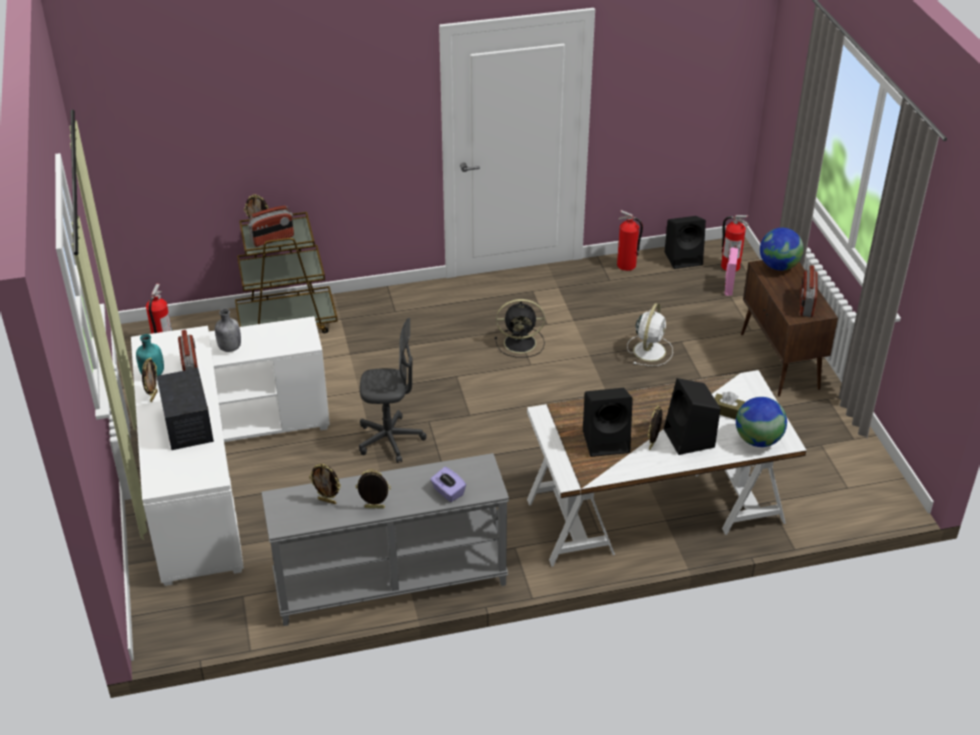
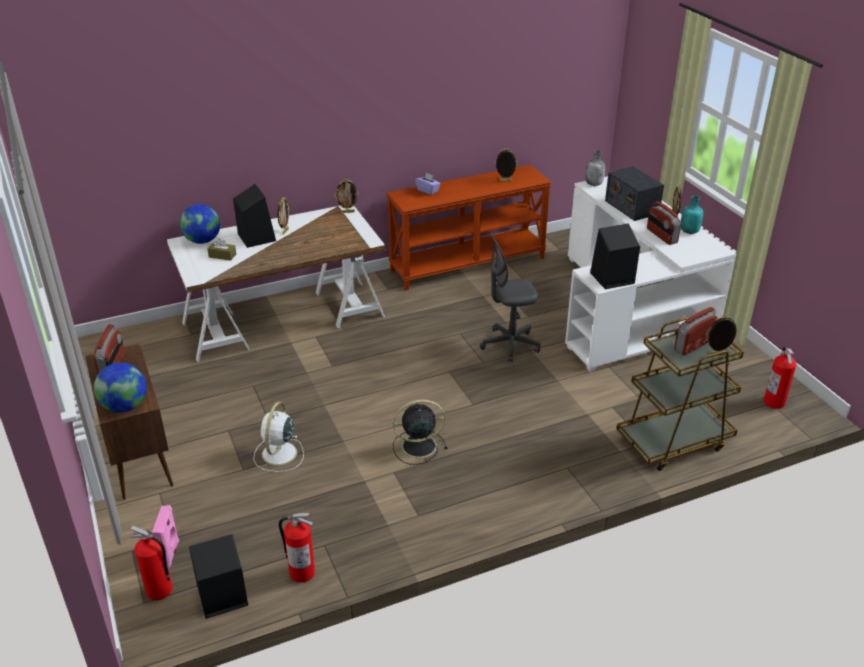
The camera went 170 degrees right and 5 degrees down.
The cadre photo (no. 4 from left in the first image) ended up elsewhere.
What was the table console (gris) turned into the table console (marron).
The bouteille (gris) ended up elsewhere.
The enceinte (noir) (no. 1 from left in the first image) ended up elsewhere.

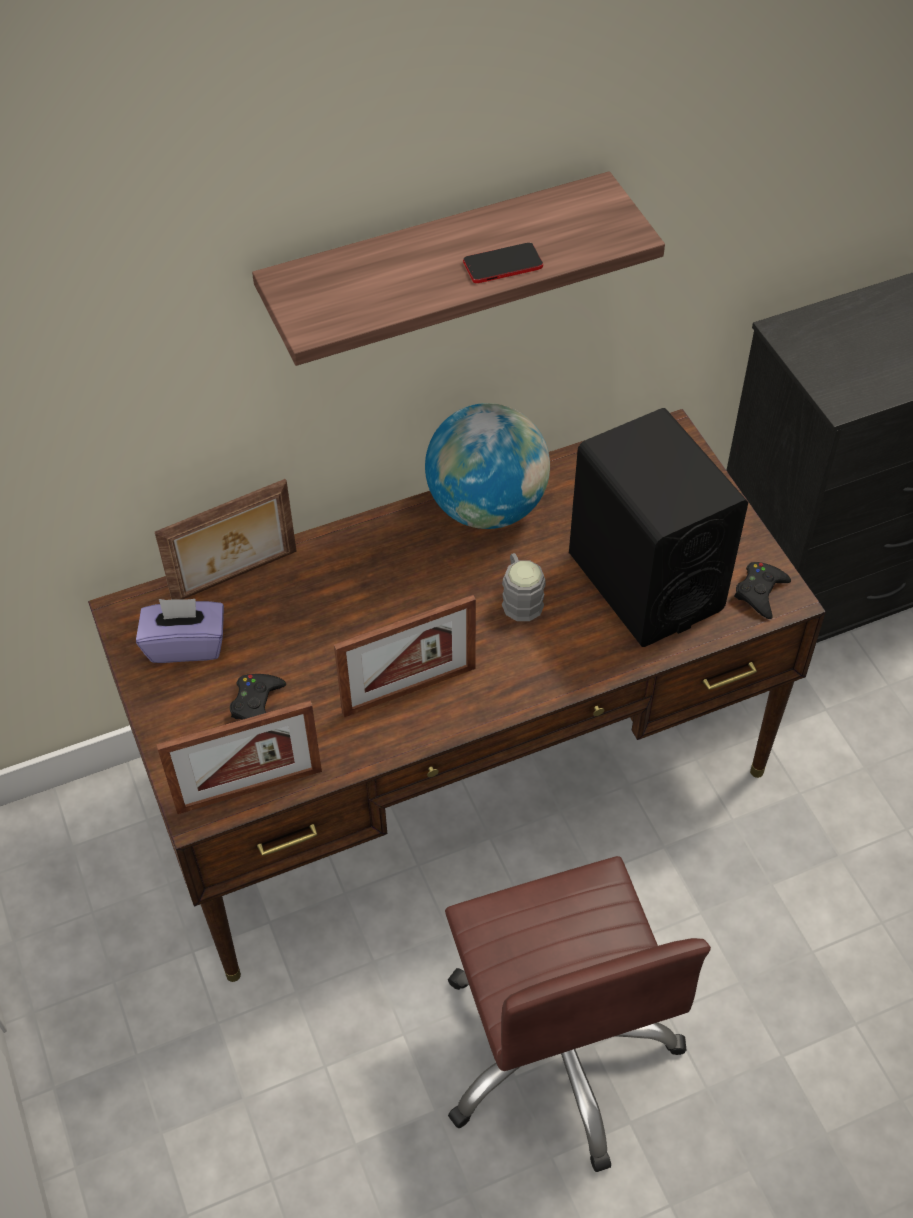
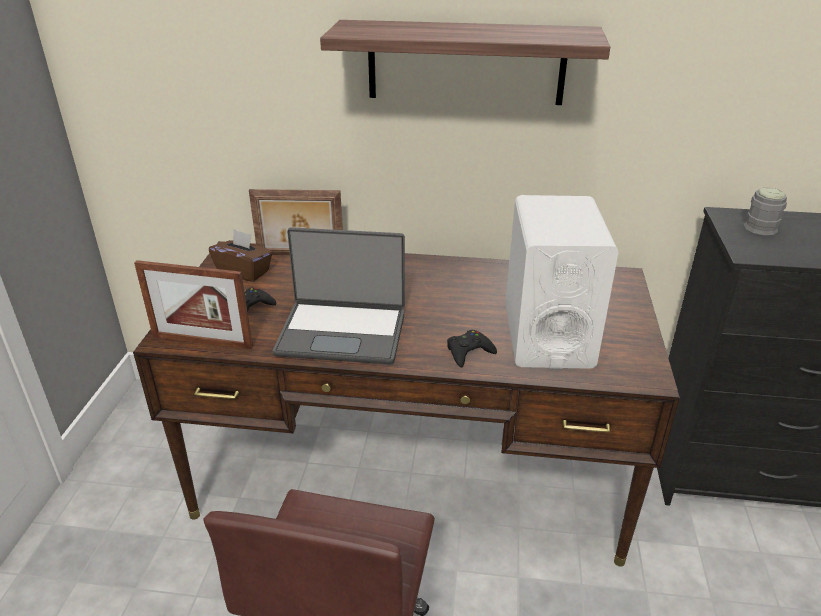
The camera went 30 degrees right and 20 degrees down.
What was the boîte à mouchoirs (violet) turned into the boîte à mouchoirs (marron).
Where the cadre photo (no. 3 from left) stood, the ordinateur portable came to stand.
The manette (noir) (no. 2 from left) ended up elsewhere.
What was the enceinte (noir) turned into the enceinte (blanc).
The mug (gris) ended up elsewhere.
The second view lost the globe.
The second view lost the téléphone.

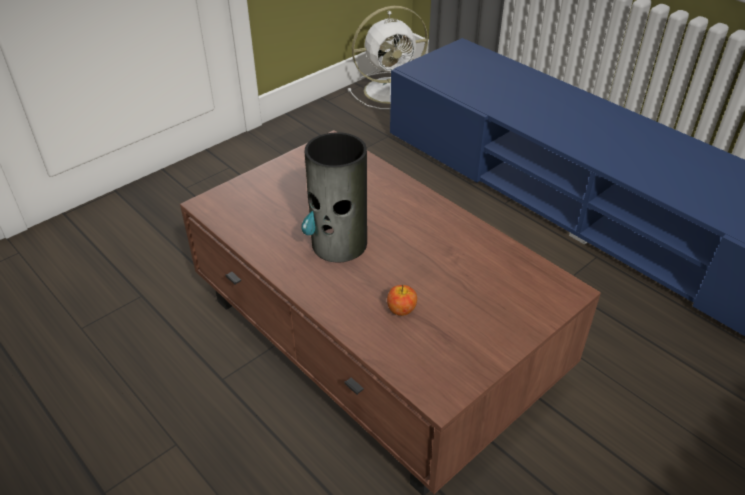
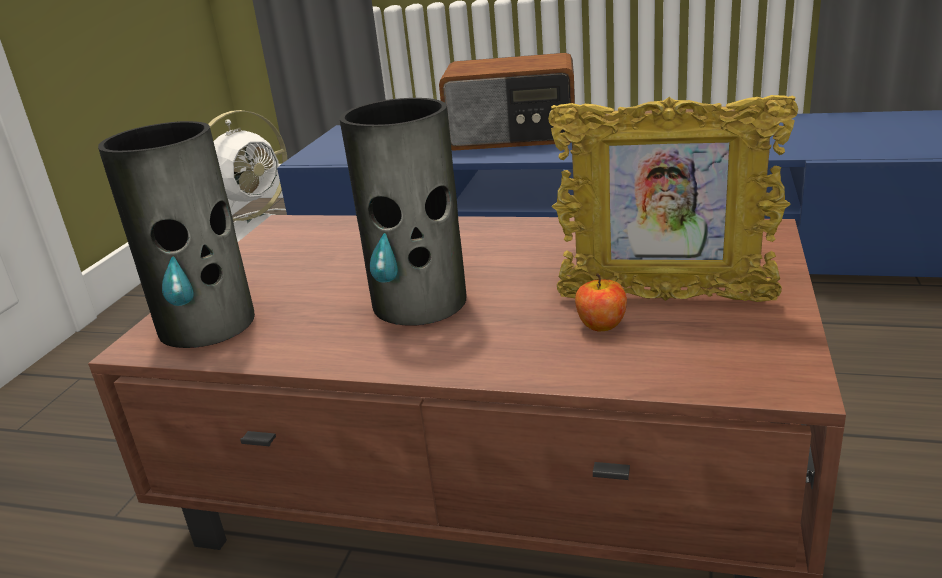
The camera went 30 degrees left and 15 degrees down.
The second view gained the vase (no. 1 from left).
The second view gained the radio.
The second view gained the cadre photo.

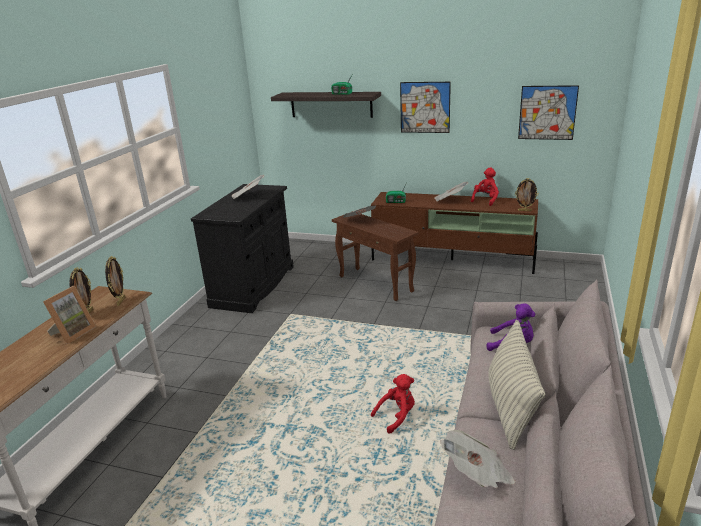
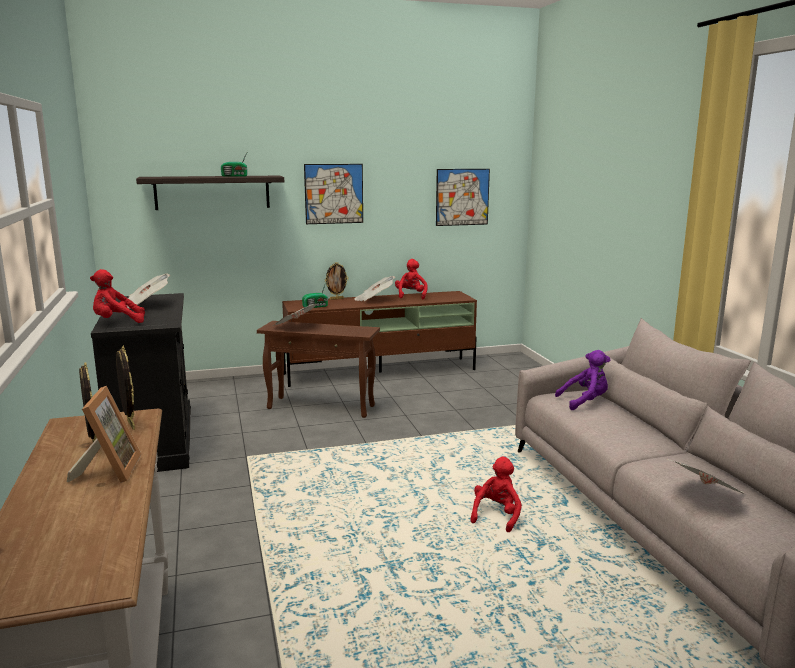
The camera went 35 degrees left and 10 degrees down.
The second view gained the peluche (rouge) (no. 1 from left).
The cadre photo (no. 4 from left) ended up elsewhere.
The second view lost the coussin.

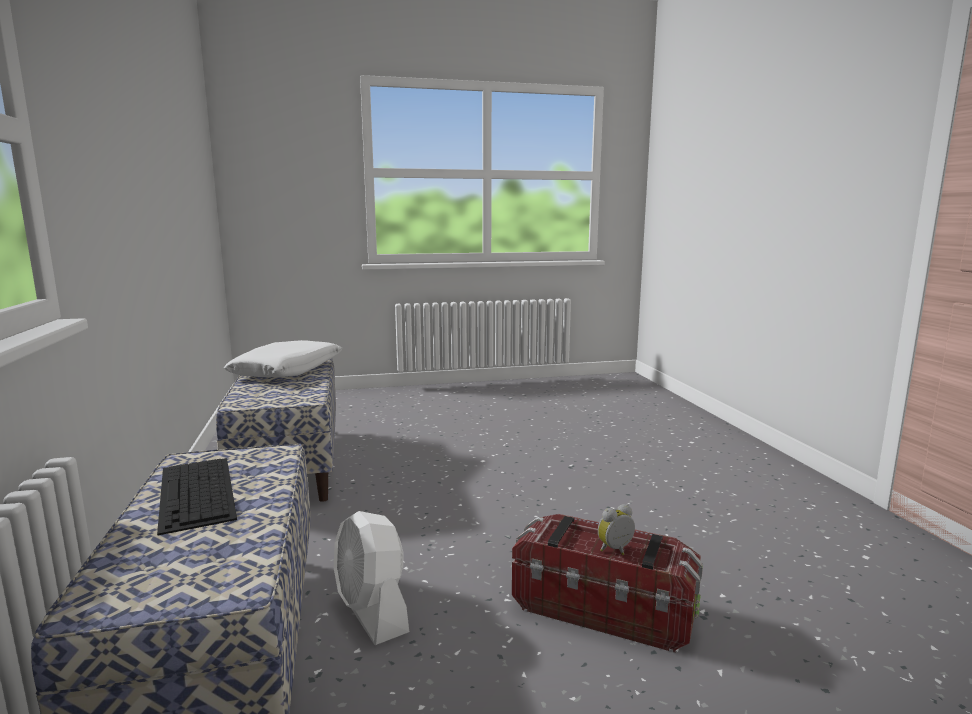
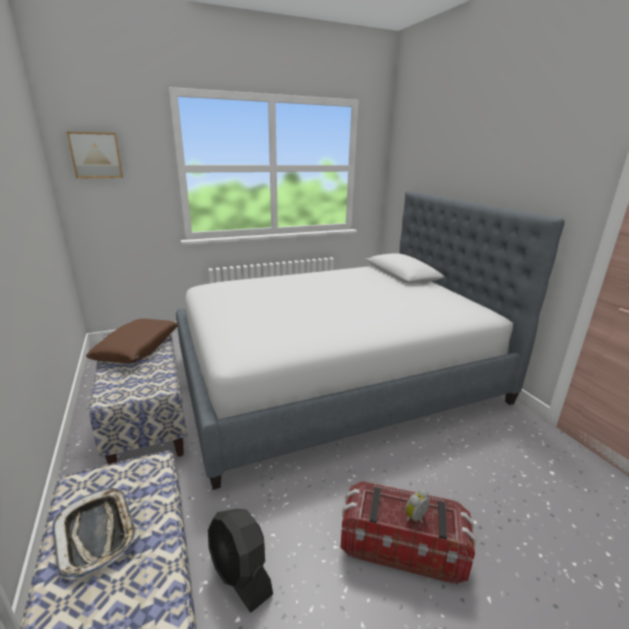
The camera went 10 degrees left and 10 degrees up.
Where the clavier stood, the plateau came to stand.
The second view gained the tableau.
What was the coussin (blanc) turned into the coussin (marron).
The second view gained the lit.
What was the ventilateur (blanc) turned into the ventilateur (noir).

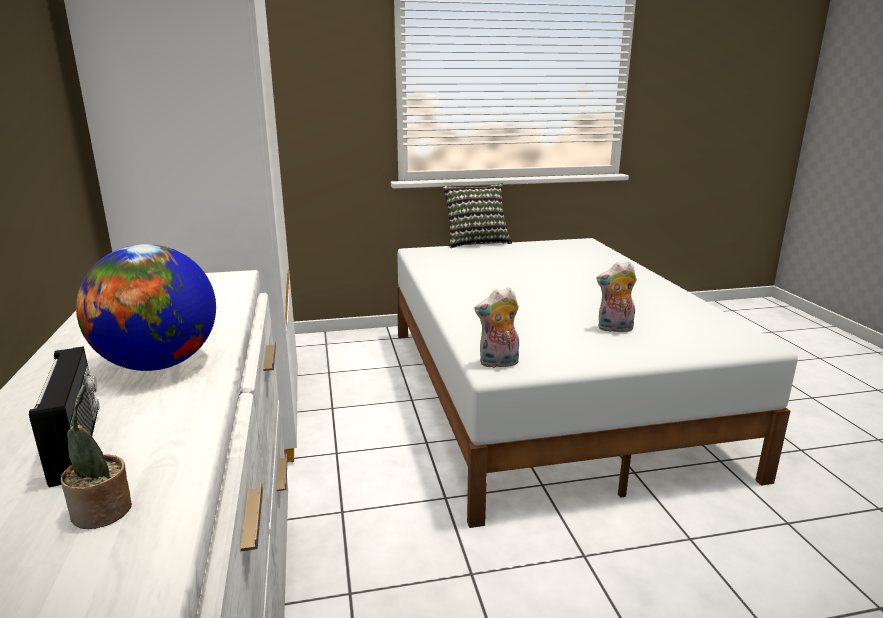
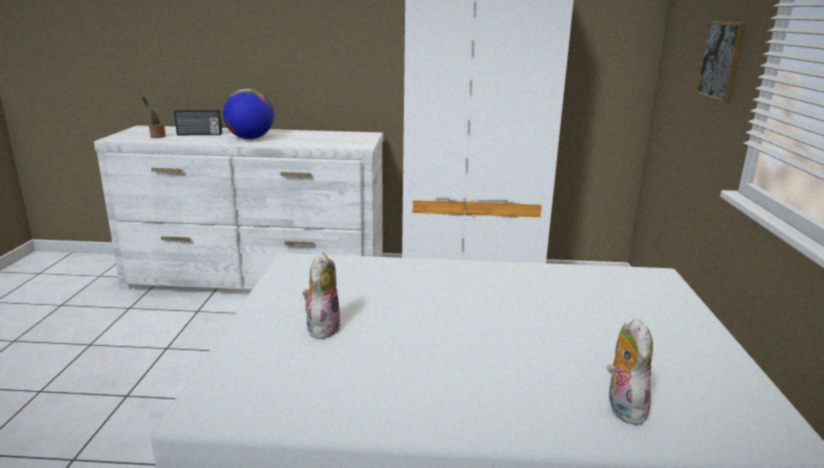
The camera went 105 degrees right and 0 degrees up.
The peluche (no. 1 from left in the first image) ended up elsewhere.
The second view gained the tableau.
The second view lost the coussin.

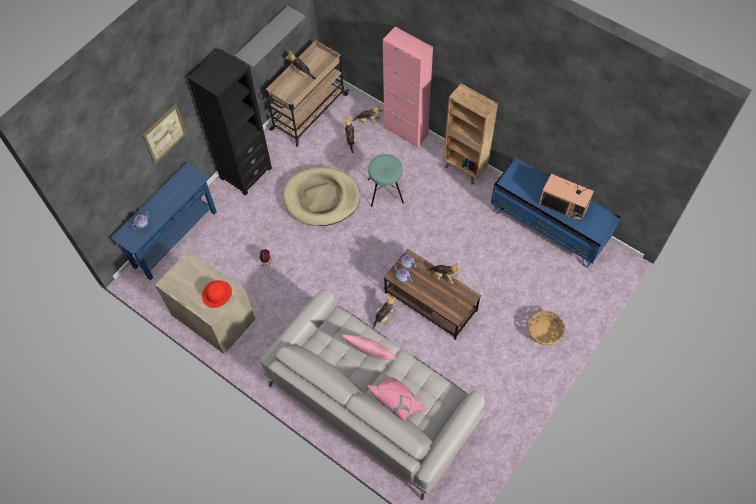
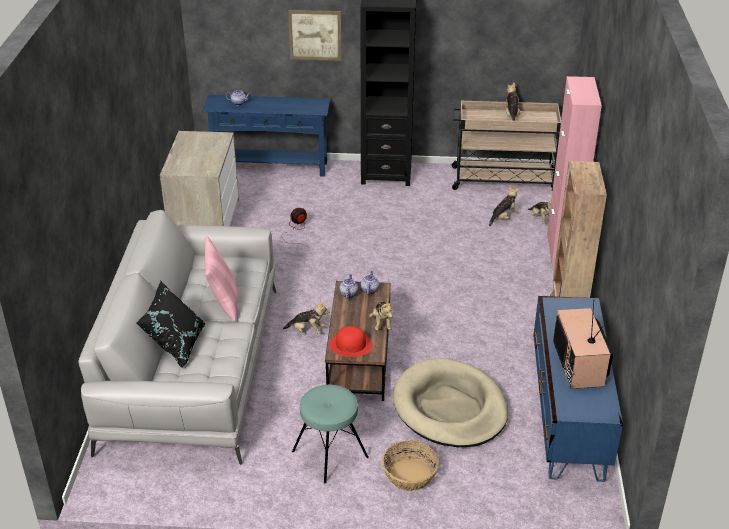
The camera went 55 degrees right and 25 degrees down.
What was the coussin (rose) (no. 2 from left) turned into the coussin (noir).
The tabouret (turquoise) ended up elsewhere.
The chapeau (rouge) ended up elsewhere.
The panier pour chien (beige) ended up elsewhere.
The second view lost the étagère (gris).

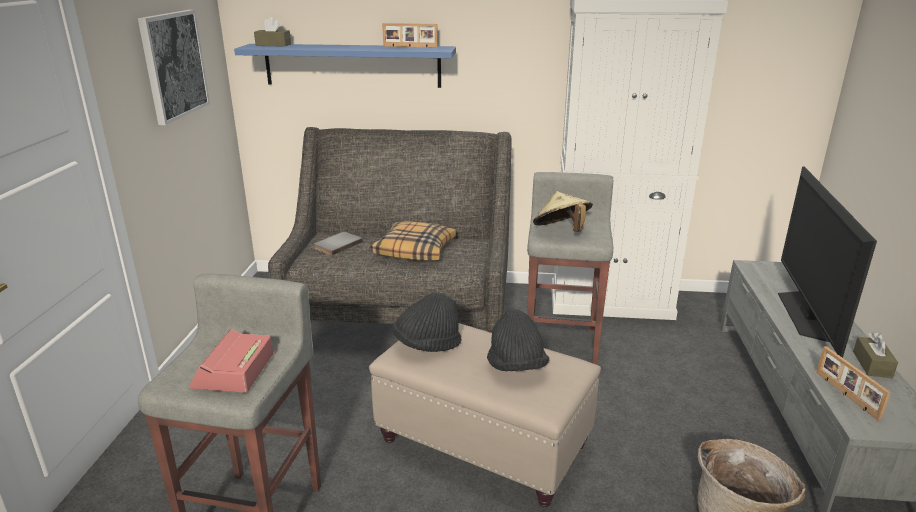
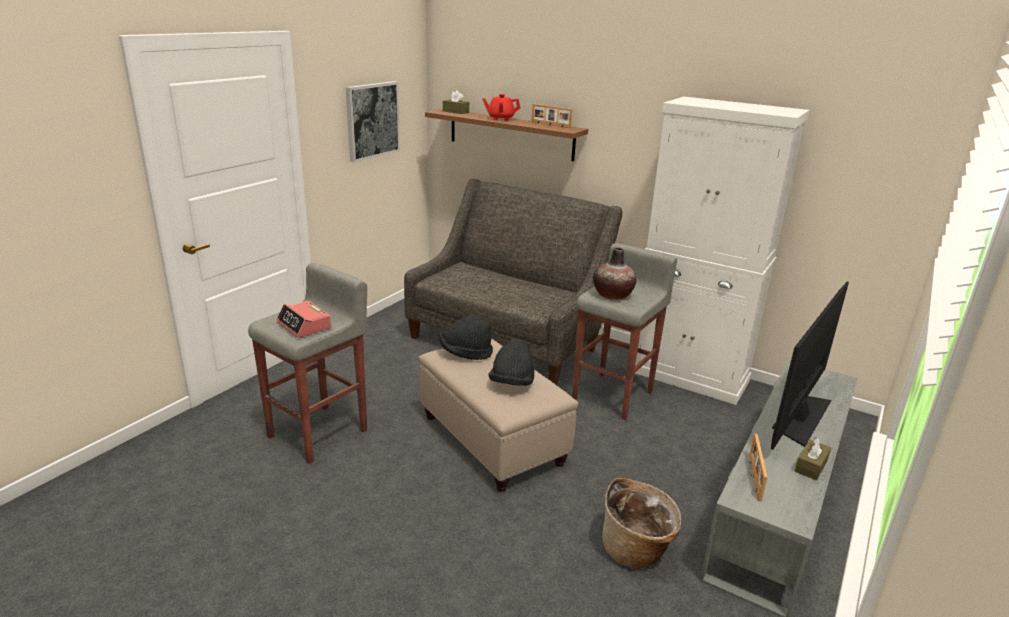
The camera went 25 degrees right and 0 degrees up.
The réveil ended up facing another way, 75 degrees counterclockwise from before.
What was the étagère (bleu) turned into the étagère (marron).
The second view gained the théière (rouge).
Where the chapeau (beige) stood, the vase came to stand.
The second view lost the livre (gris).
The second view lost the coussin.

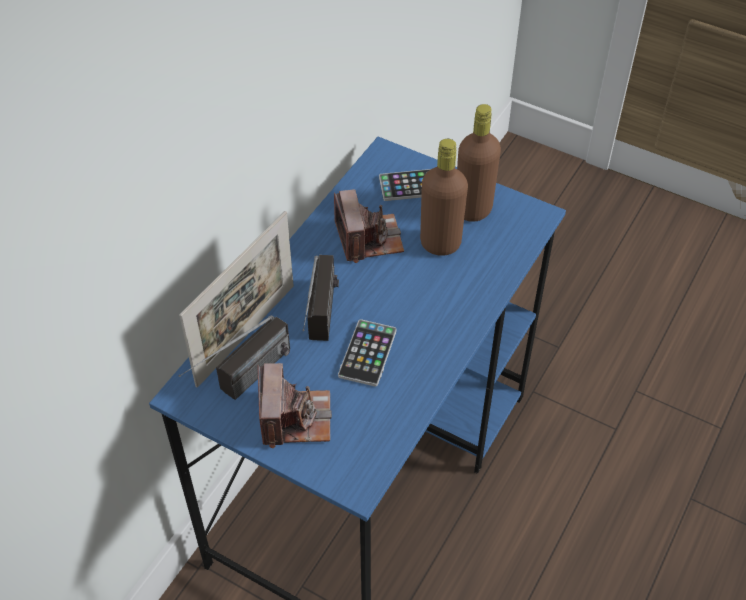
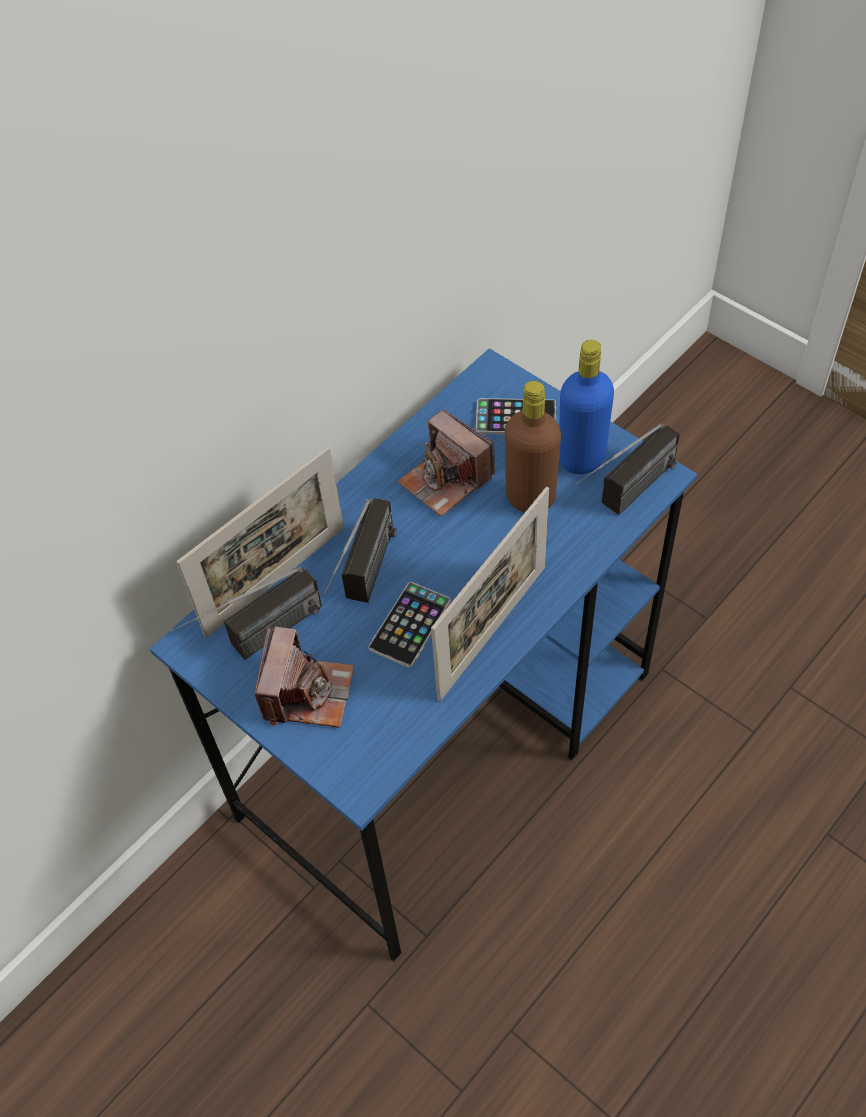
The camera went 15 degrees right and 5 degrees up.
The appareil photo (no. 2 from left) ended up facing another way, 135 degrees clockwise from before.
The second view gained the cadre photo (no. 2 from left).
What was the bouteille (marron) (no. 2 from left) turned into the bouteille (bleu).
The second view gained the radio (no. 3 from left).

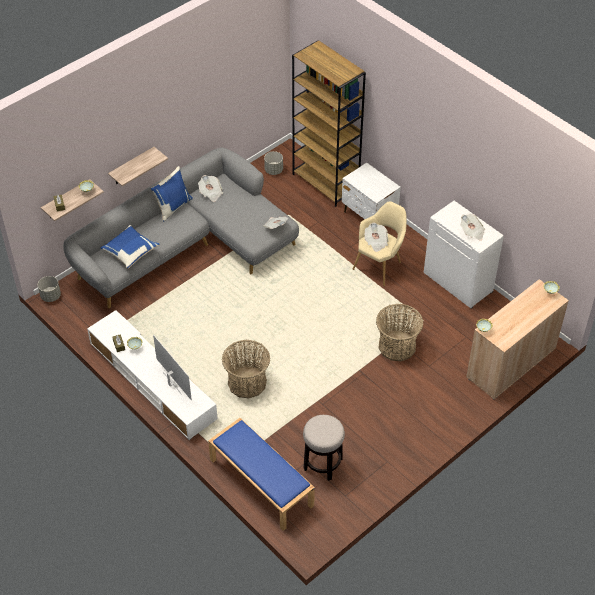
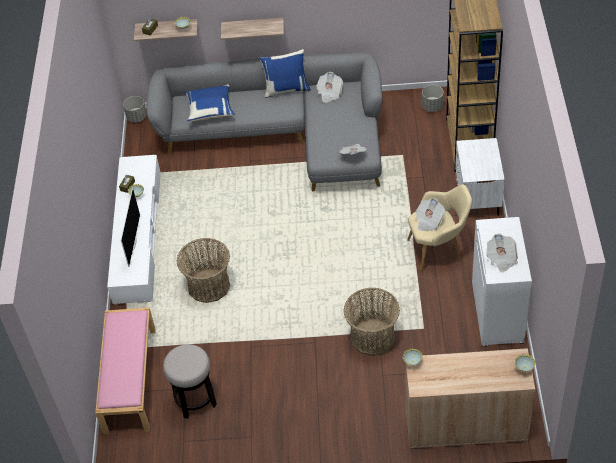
The camera went 45 degrees right and 0 degrees up.
What was the banc (bleu) turned into the banc (rose).

